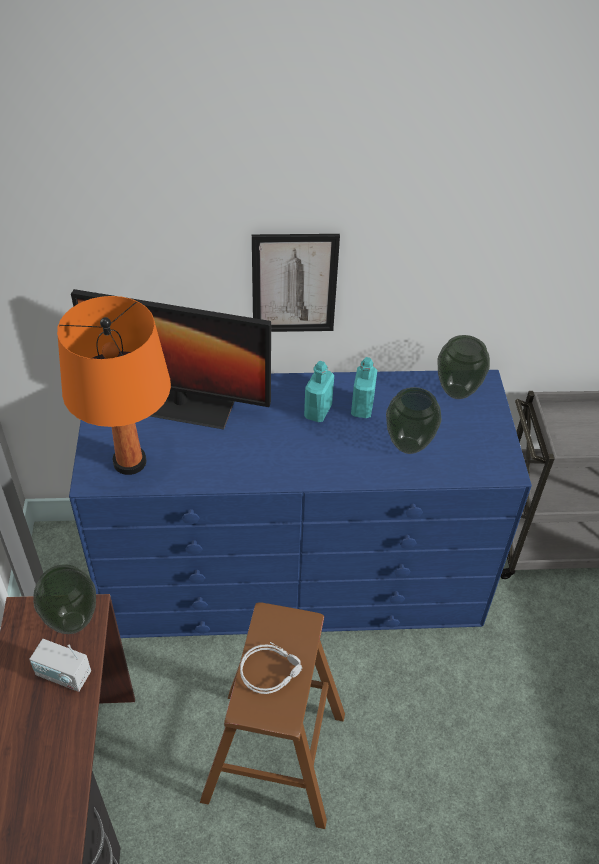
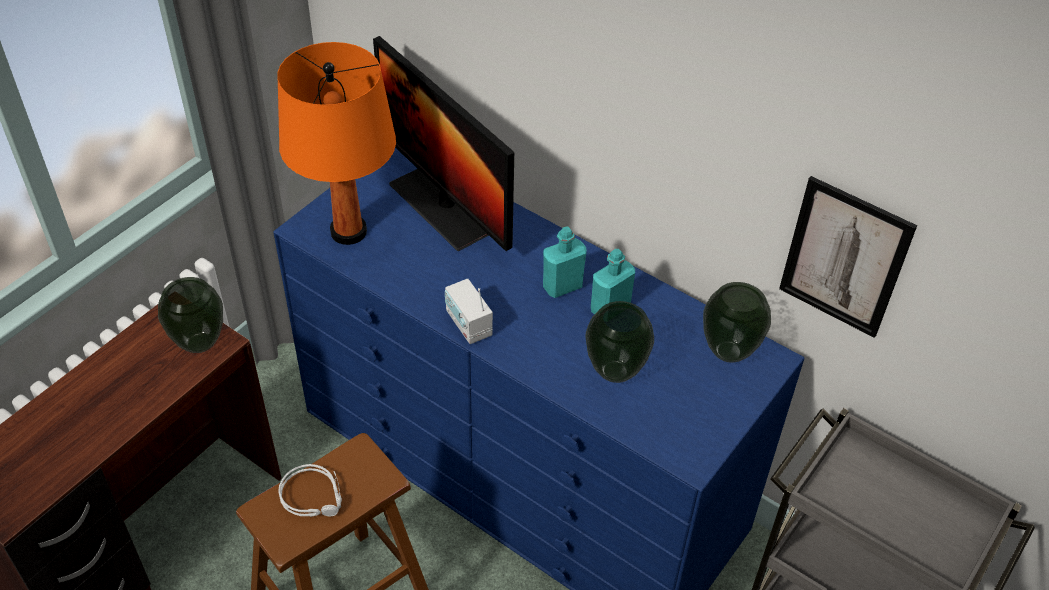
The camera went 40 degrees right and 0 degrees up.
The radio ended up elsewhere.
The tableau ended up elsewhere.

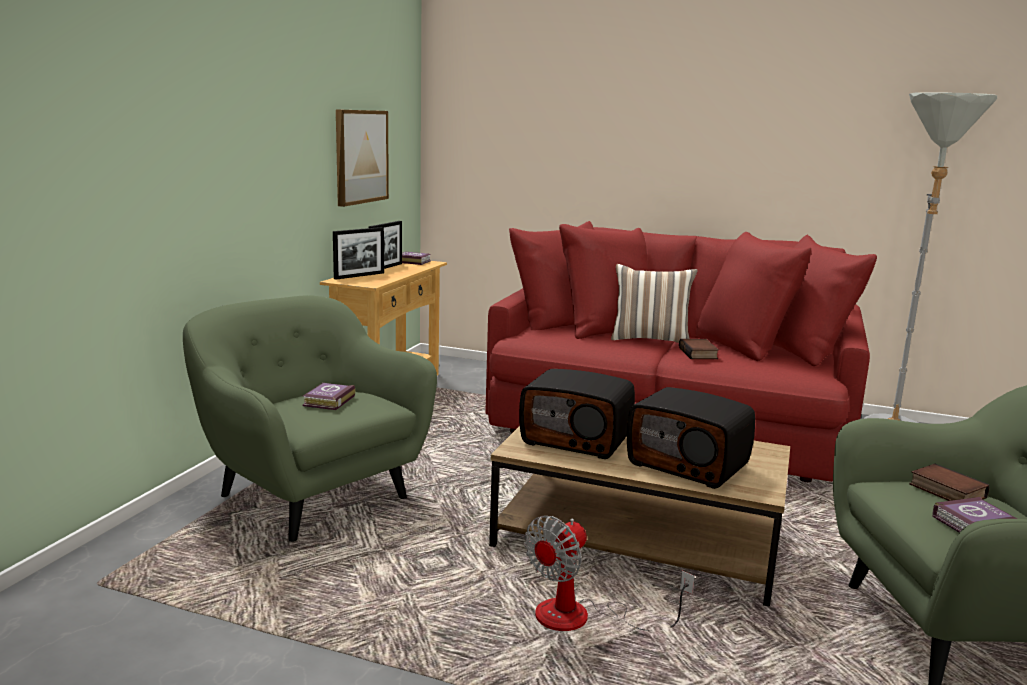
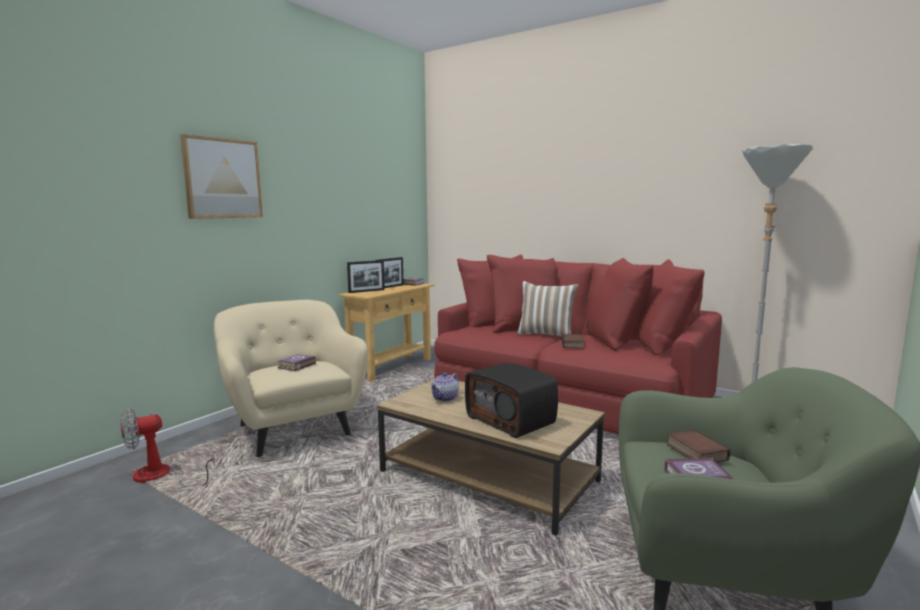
The camera went 15 degrees right and 5 degrees down.
The ventilateur ended up elsewhere.
The tableau ended up elsewhere.
What was the fauteuil (vert) (no. 1 from left) turned into the fauteuil (beige).
Where the radio (no. 1 from left) stood, the théière came to stand.

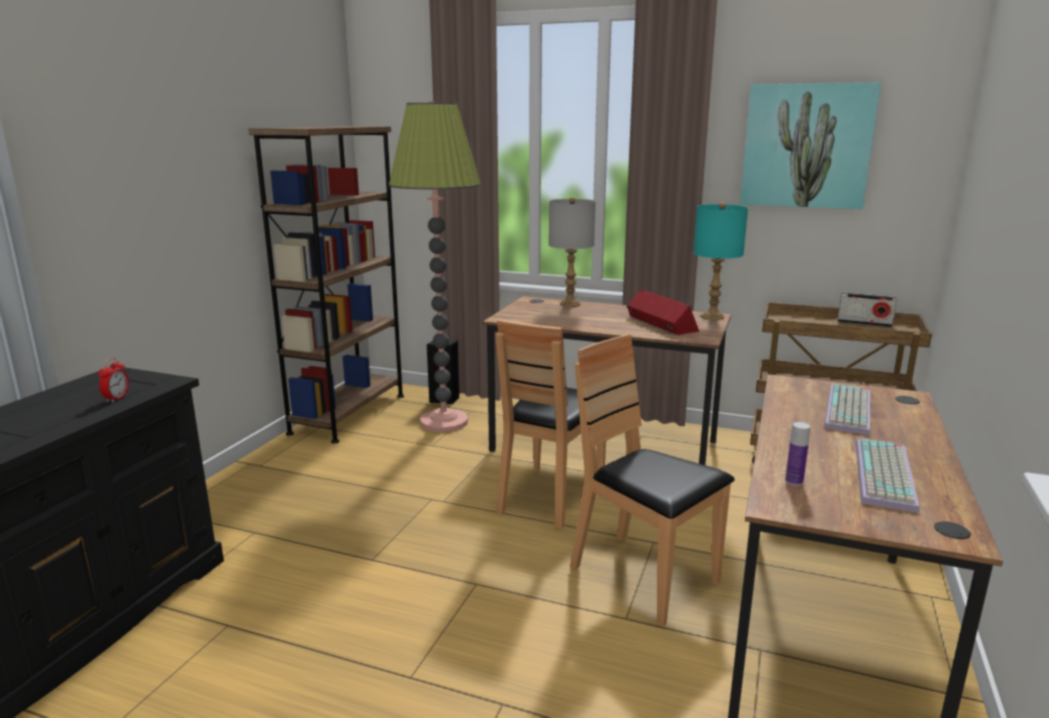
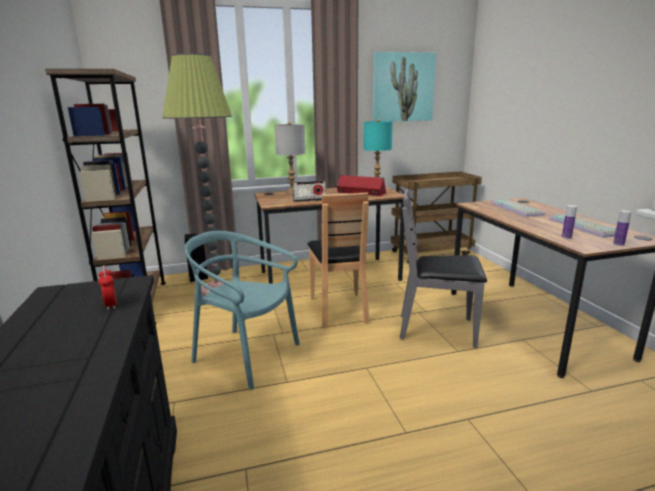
The camera went 35 degrees left and 0 degrees up.
The second view gained the chaise (turquoise).
The radio ended up elsewhere.
What was the chaise (marron) (no. 2 from left) turned into the chaise (gris).
The second view gained the bouteille (no. 2 from left).

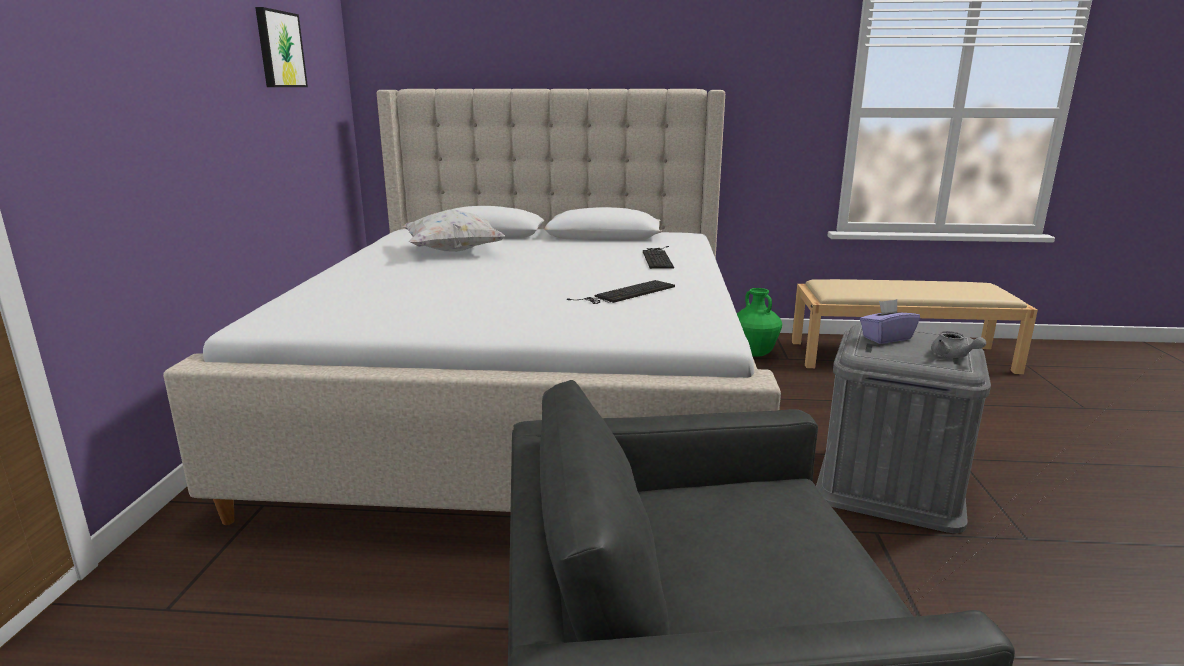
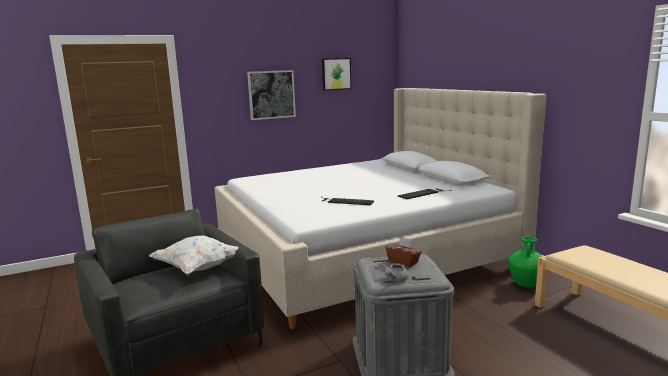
The camera went 60 degrees right and 5 degrees down.
The coussin (blanc) ended up elsewhere.
The second view gained the tableau (no. 1 from left).
What was the boîte à mouchoirs (violet) turned into the boîte à mouchoirs (marron).

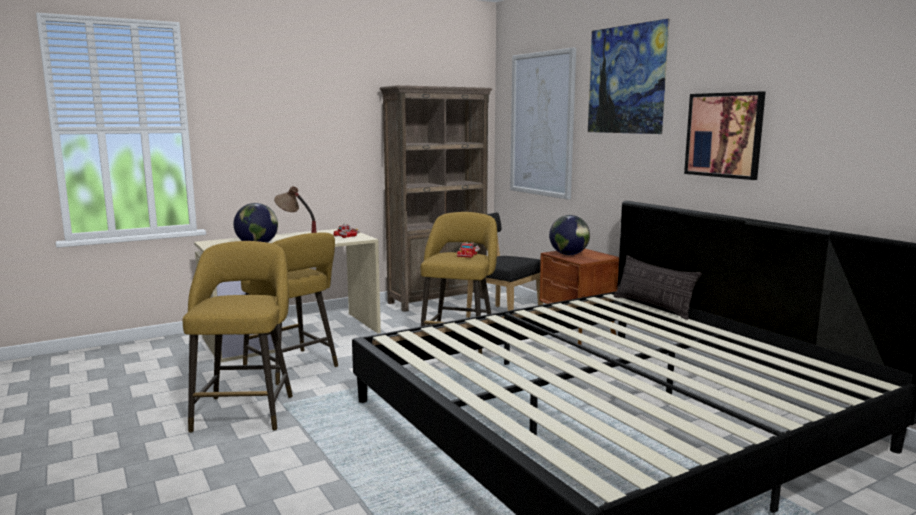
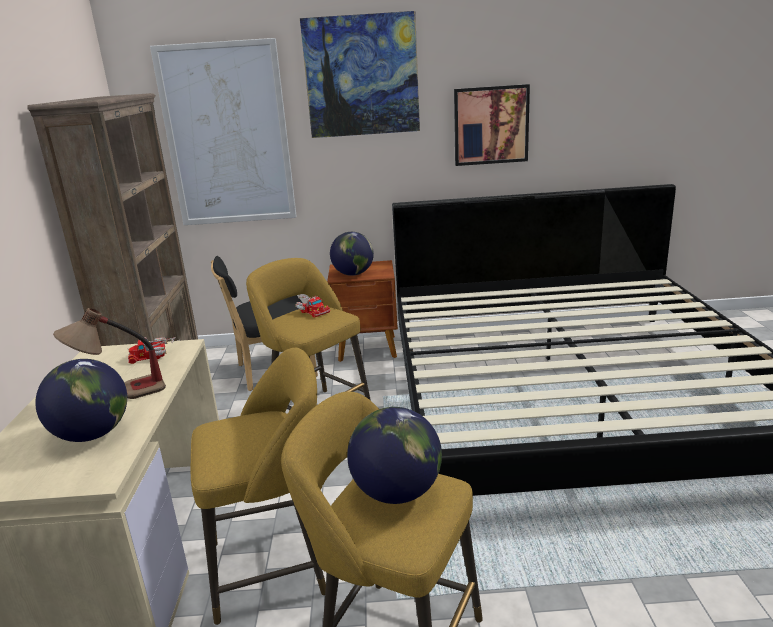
The camera went 60 degrees left and 10 degrees up.
The second view gained the globe (no. 3 from left).
The second view lost the coussin.

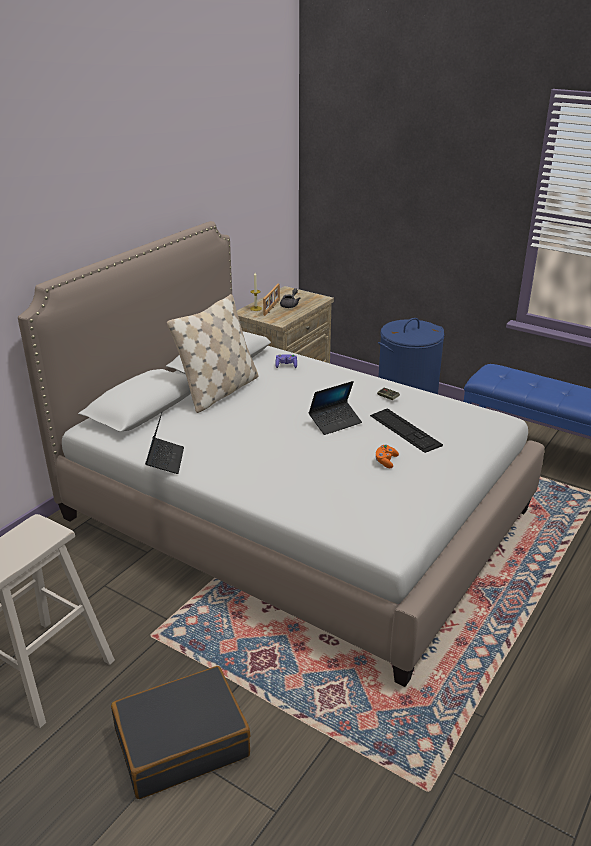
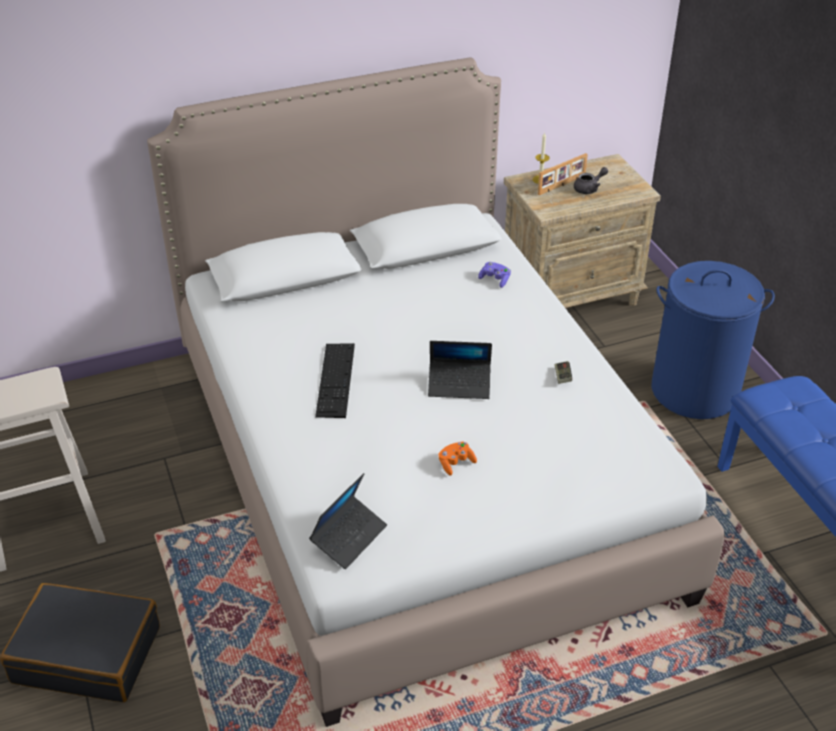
The camera went 35 degrees right and 10 degrees up.
The ordinateur portable (no. 1 from left) ended up elsewhere.
The clavier ended up elsewhere.
The second view lost the coussin (beige).

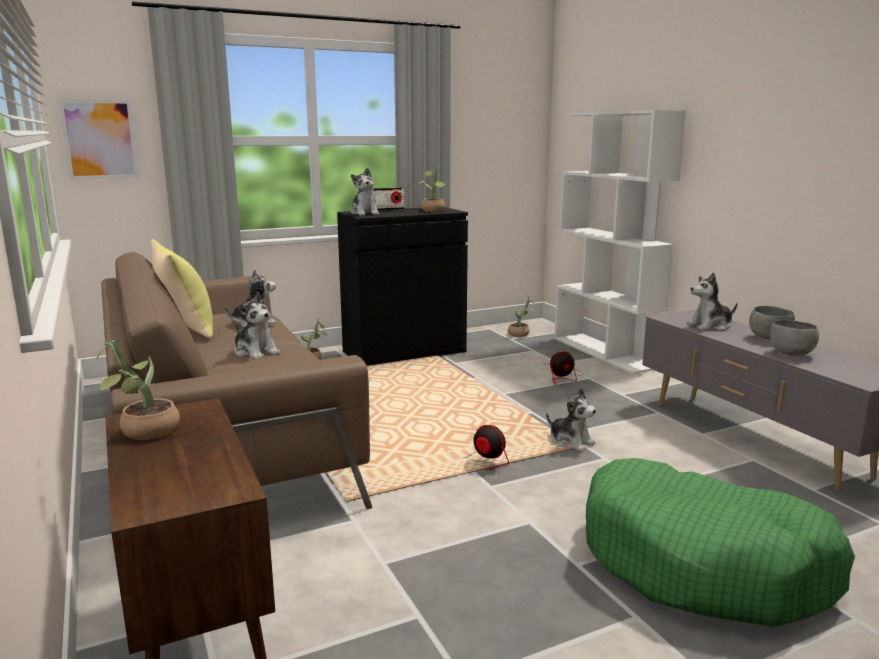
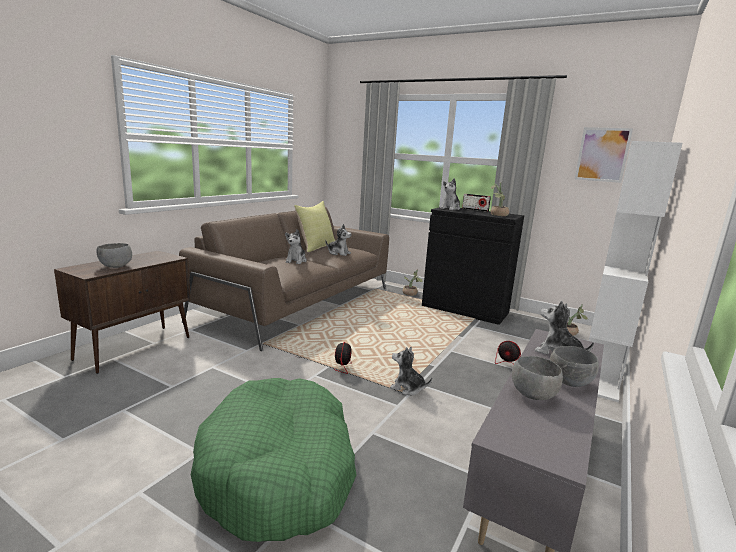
The camera went 55 degrees right and 0 degrees up.
The second view gained the bol (gris) (no. 1 from left).
The peluche (no. 4 from left in the first image) ended up facing another way, 105 degrees clockwise from before.
The tableau ended up elsewhere.
The second view lost the plante en pot (no. 1 from left).

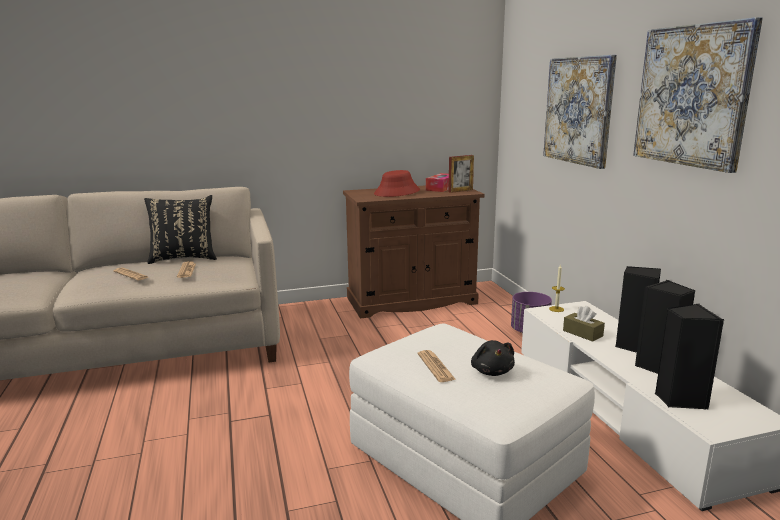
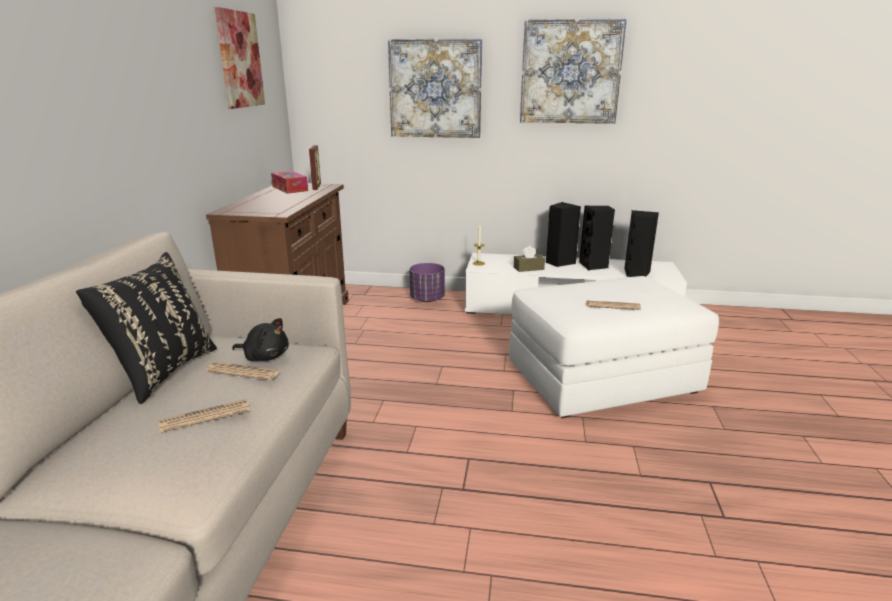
The camera went 65 degrees left and 5 degrees up.
The second view gained the tableau (no. 1 from left).
The peluche (noir) ended up elsewhere.
The second view lost the chapeau (rouge).

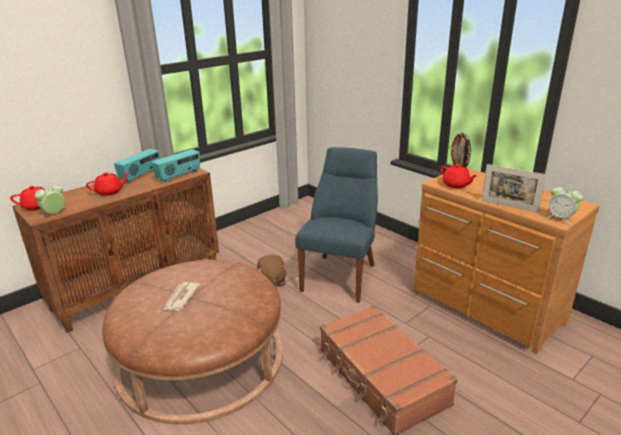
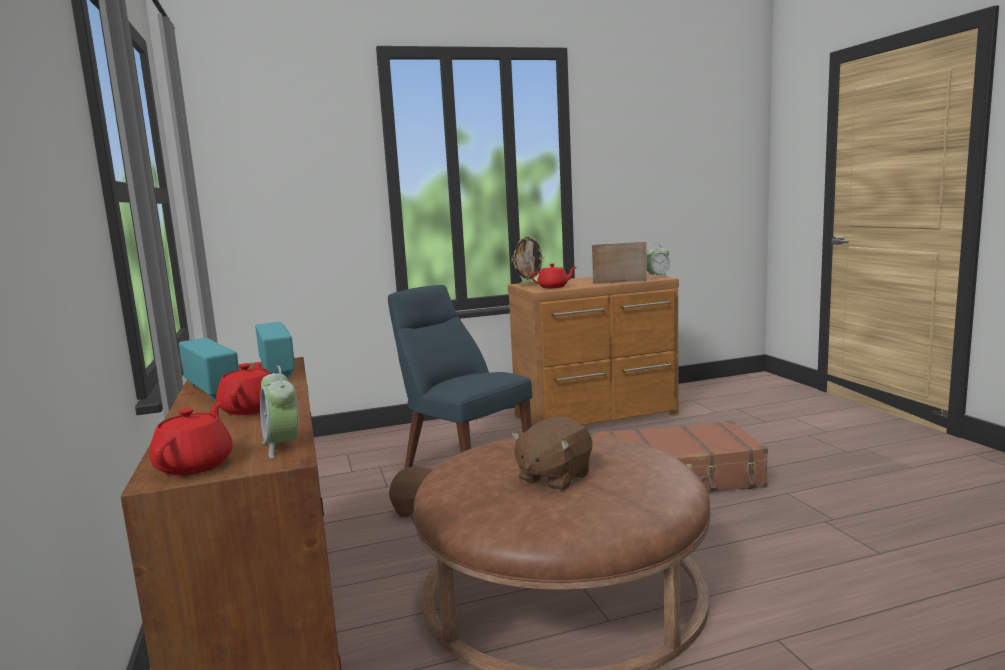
The camera went 65 degrees left and 15 degrees down.
Where the journal stood, the peluche (marron) (no. 2 from left) came to stand.
The cadre photo (no. 2 from left) ended up facing another way, 150 degrees counterclockwise from before.

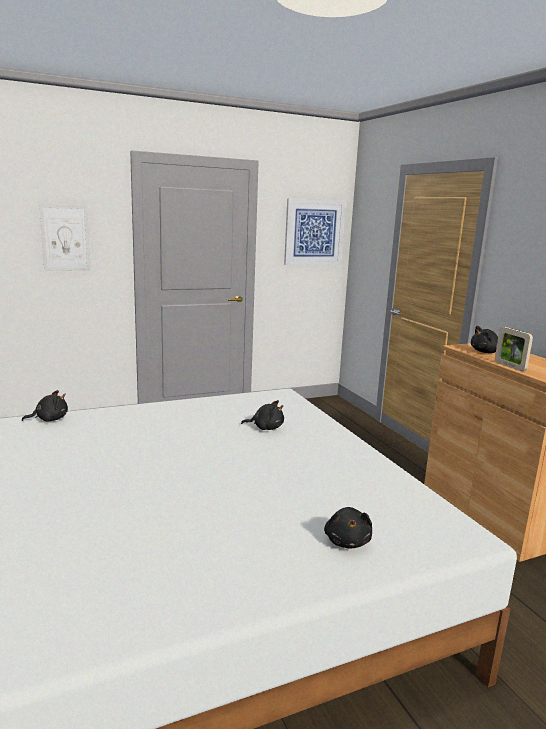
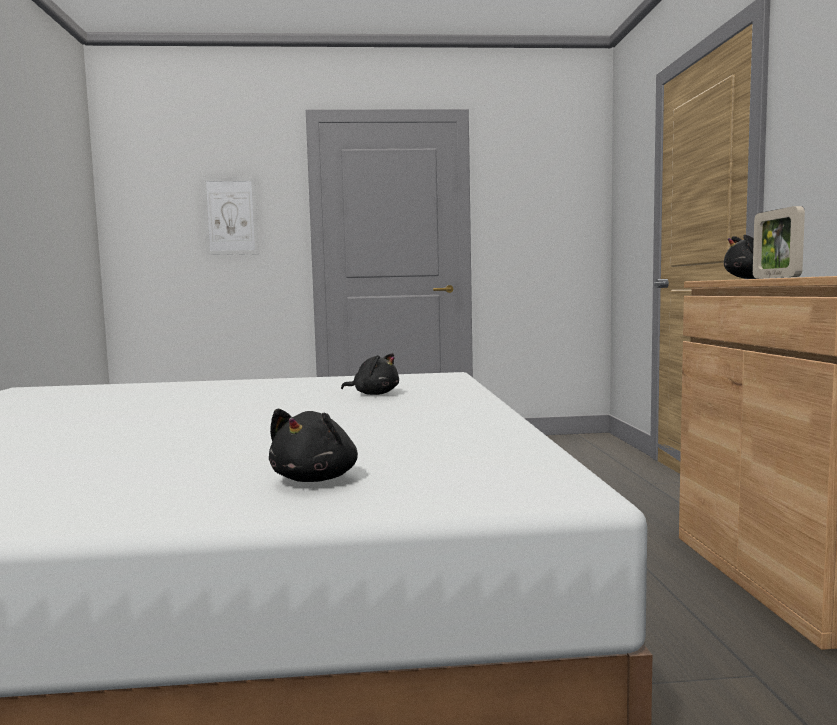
The camera went 20 degrees right and 10 degrees down.
The second view lost the peluche (noir) (no. 1 from left).
The second view lost the tableau (no. 2 from left).

